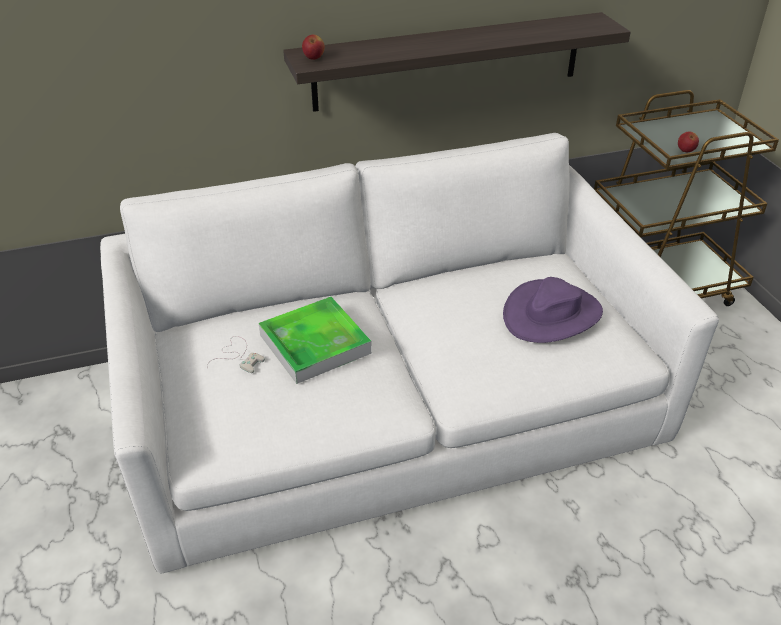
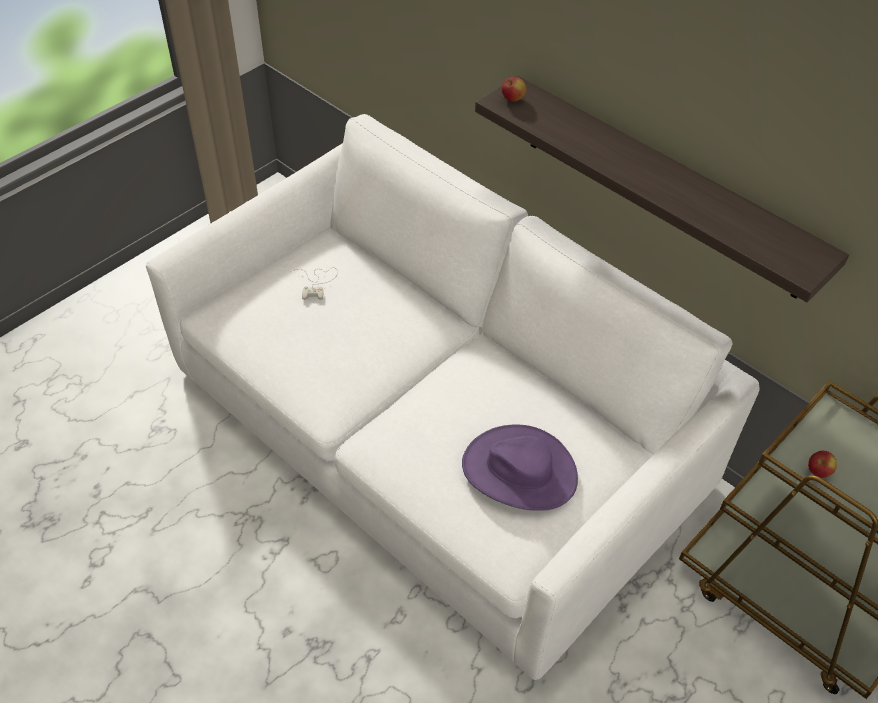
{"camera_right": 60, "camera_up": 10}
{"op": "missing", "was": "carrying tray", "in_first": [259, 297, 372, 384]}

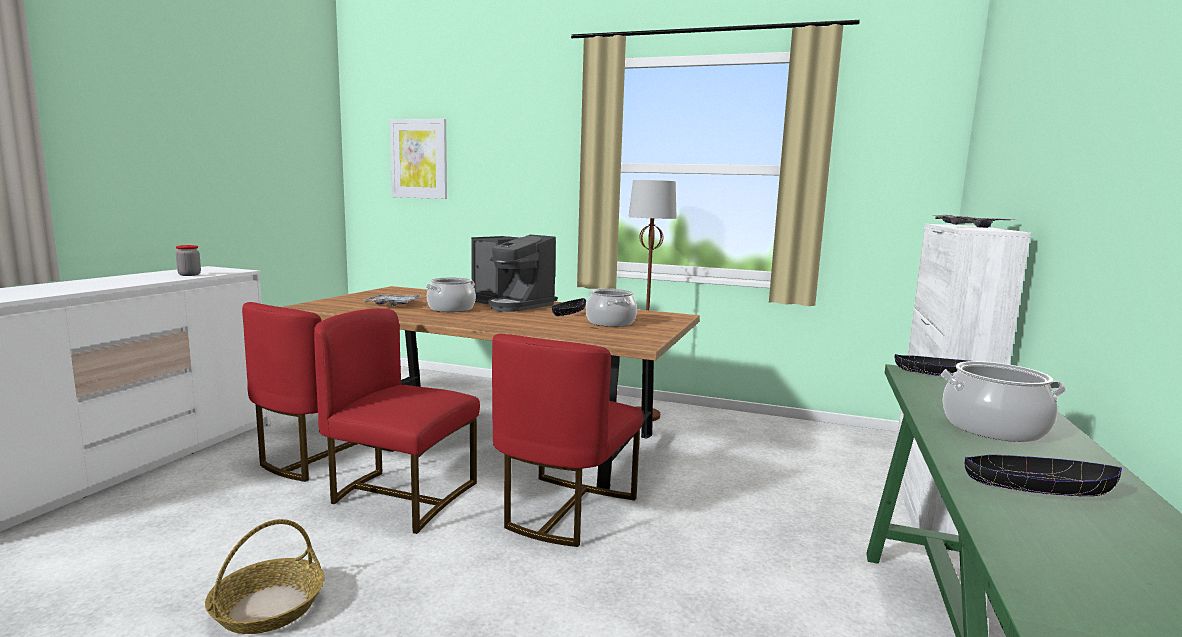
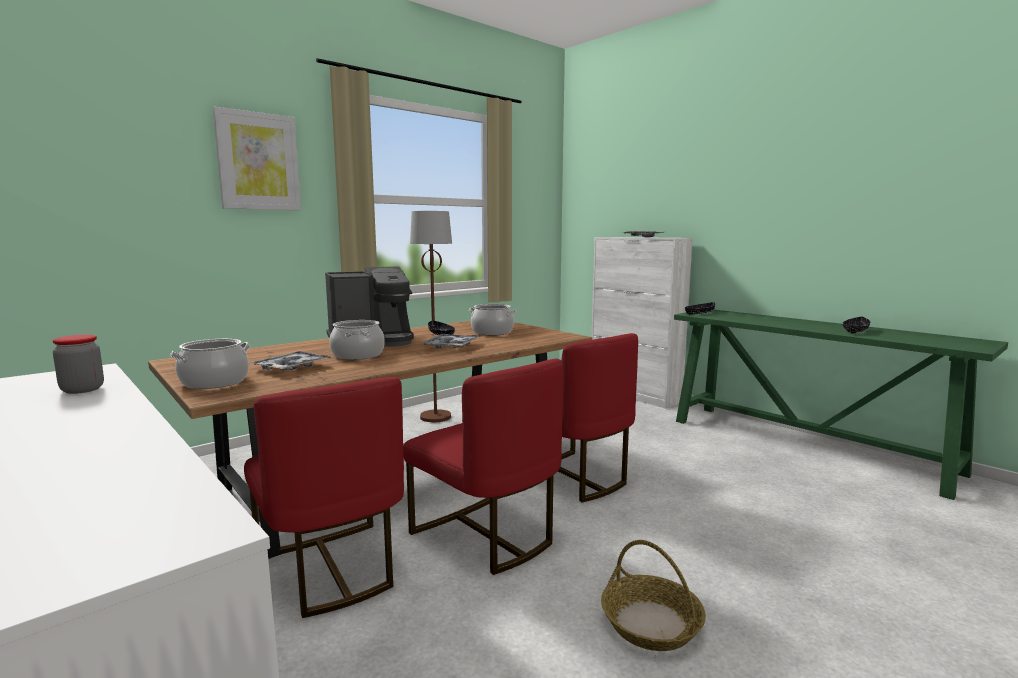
{"camera_right": -60, "camera_up": 0}
{"op": "appeared", "now": "carrying tray", "in_second": [422, 334, 480, 348]}
{"op": "relocated", "was": "wall art", "in_first": [390, 119, 447, 199], "in_second": [213, 106, 301, 210]}
{"op": "relocated", "was": "stockpot", "in_first": [940, 361, 1066, 442], "in_second": [170, 339, 250, 389]}
{"op": "spun", "was": "red chair", "in_first": [314, 308, 480, 534], "in_second": [403, 358, 563, 575], "clockwise": -90}

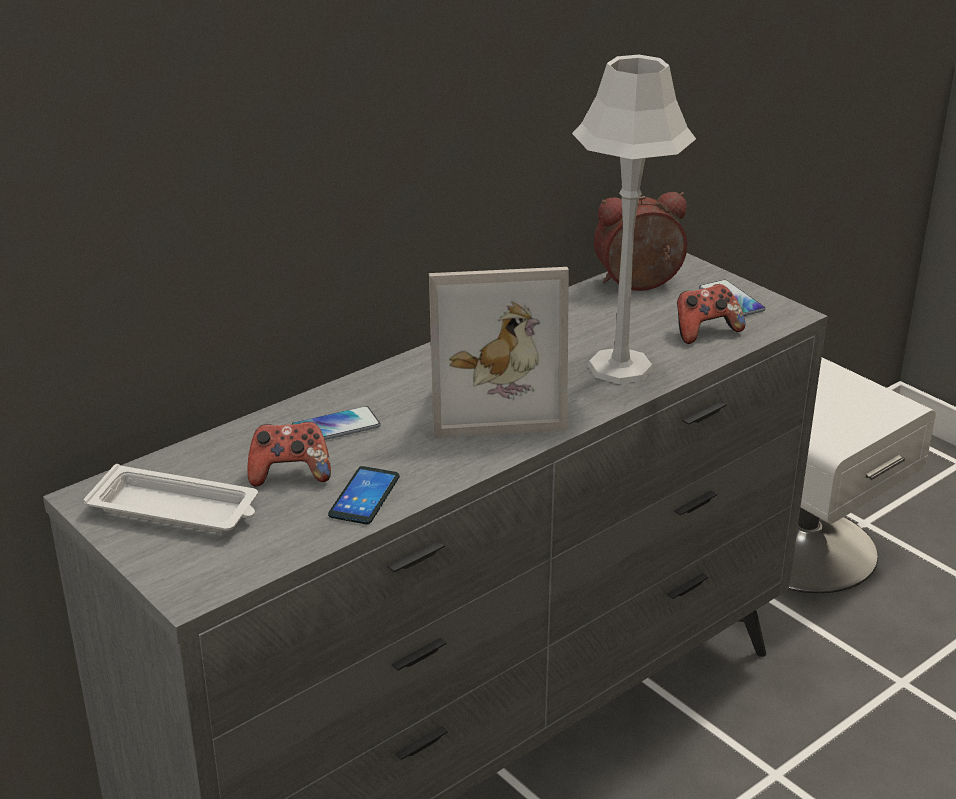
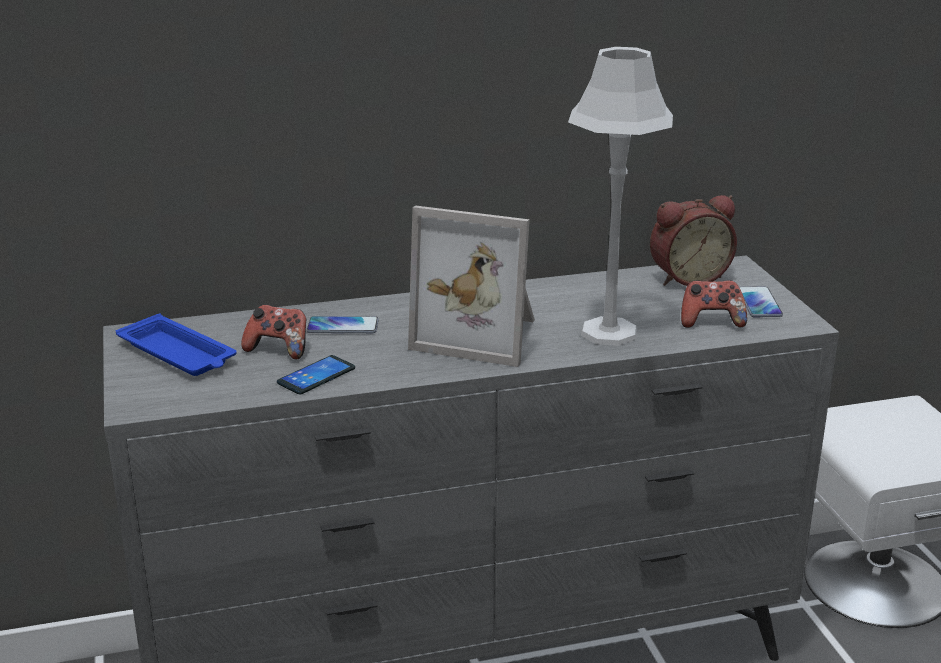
{"camera_right": 25, "camera_up": -5}
{"op": "colour", "was": "whitish carrying tray", "now": "bluish carrying tray", "in_first": [83, 464, 258, 533], "in_second": [116, 314, 237, 376]}
{"op": "spun", "was": "table clock", "in_first": [594, 192, 688, 291], "in_second": [650, 195, 737, 286], "clockwise": 150}

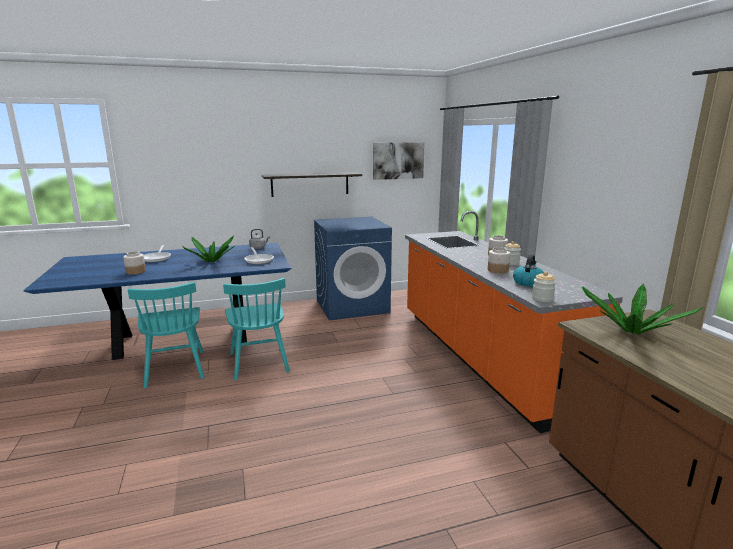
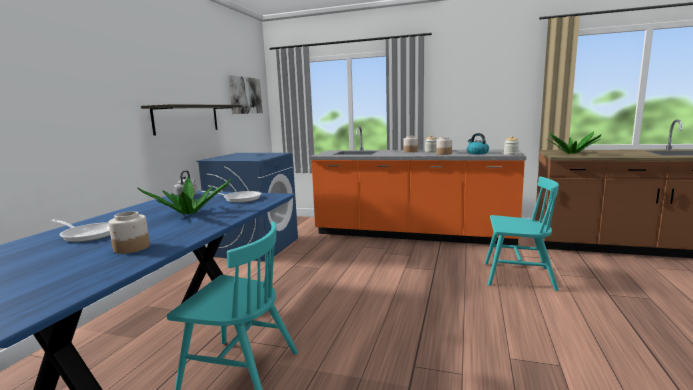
{"camera_right": -55, "camera_up": -5}
{"op": "relocated", "was": "blue-green chair", "in_first": [223, 278, 290, 380], "in_second": [485, 177, 559, 291]}

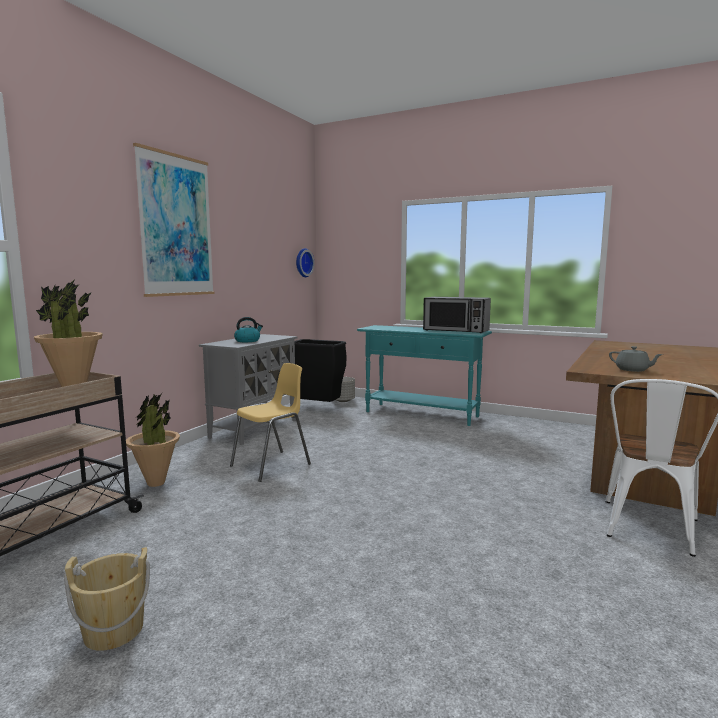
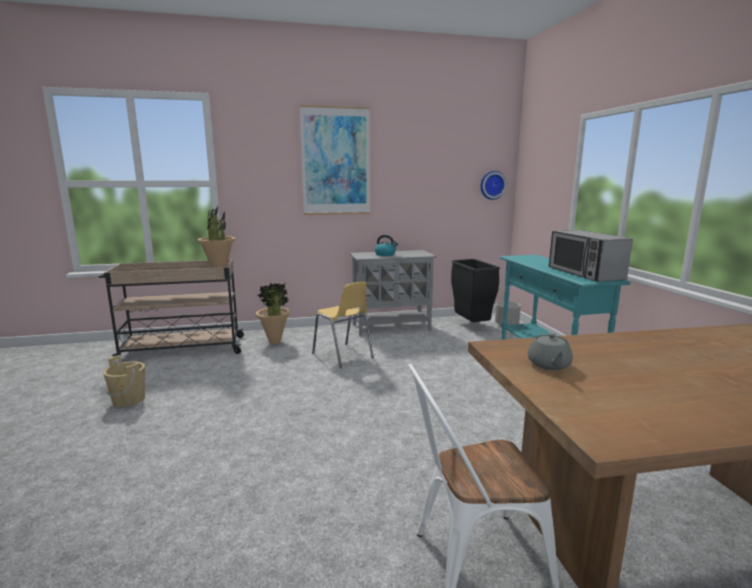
{"camera_right": 50, "camera_up": 5}
{"op": "spun", "was": "yellowish chair", "in_first": [230, 363, 311, 482], "in_second": [312, 282, 374, 368], "clockwise": 45}

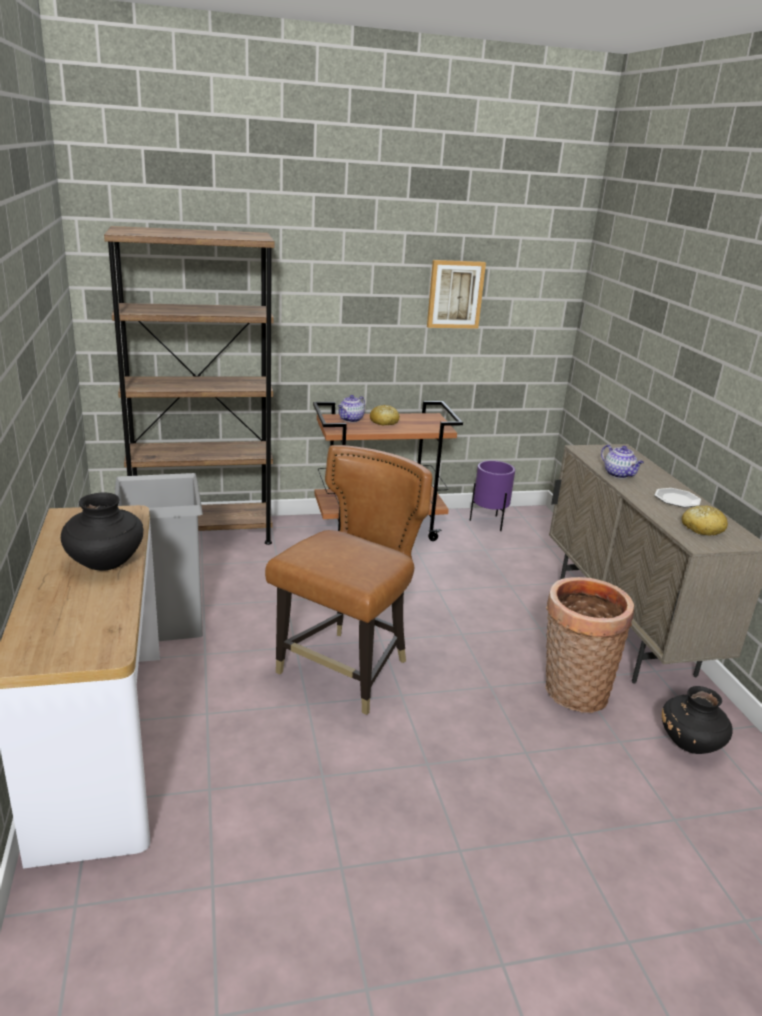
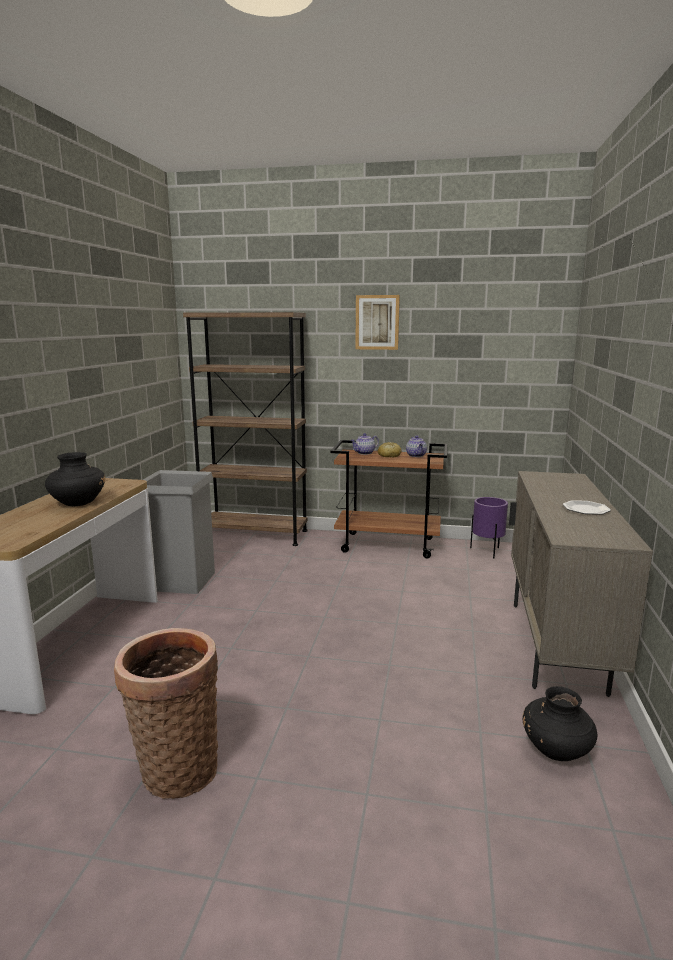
{"camera_right": 25, "camera_up": -10}
{"op": "missing", "was": "brownish chair", "in_first": [265, 445, 432, 715]}
{"op": "missing", "was": "baked bread", "in_first": [682, 505, 728, 535]}
{"op": "relocated", "was": "wall art", "in_first": [427, 260, 486, 329], "in_second": [355, 295, 400, 350]}
{"op": "relocated", "was": "household basket", "in_first": [545, 577, 634, 713], "in_second": [114, 628, 218, 799]}
{"op": "relocated", "was": "pot for tea", "in_first": [601, 445, 644, 478], "in_second": [406, 436, 427, 457]}

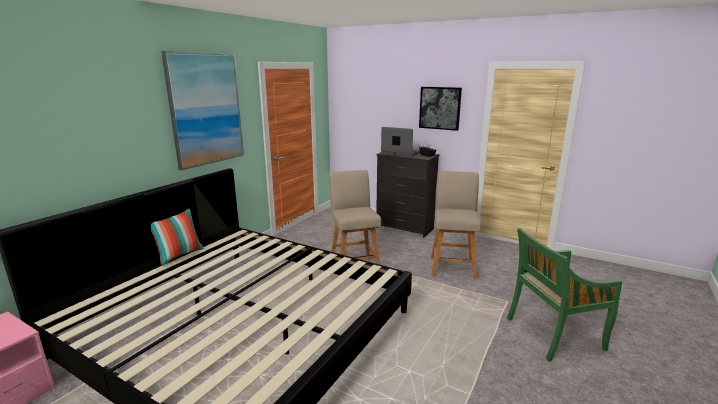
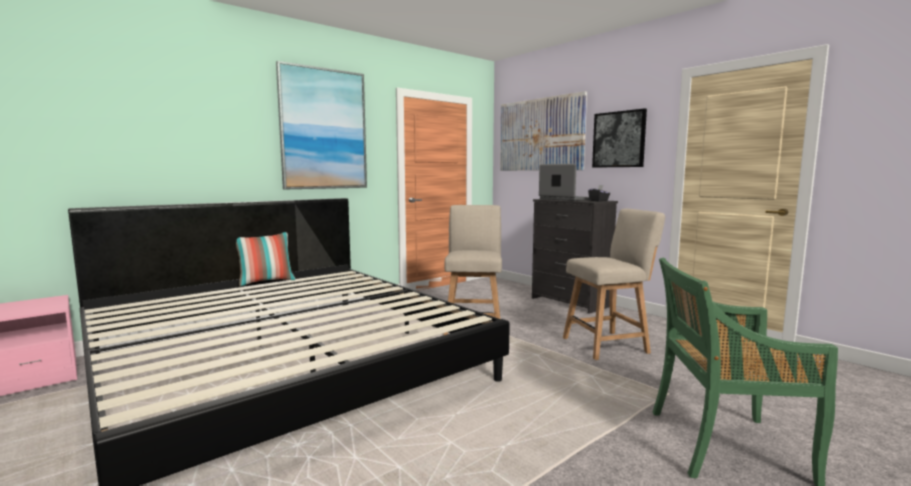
{"camera_right": 20, "camera_up": -10}
{"op": "appeared", "now": "wall art", "in_second": [500, 91, 587, 171]}
{"op": "spun", "was": "sand-coloured chair", "in_first": [431, 171, 481, 279], "in_second": [563, 209, 665, 360], "clockwise": 45}

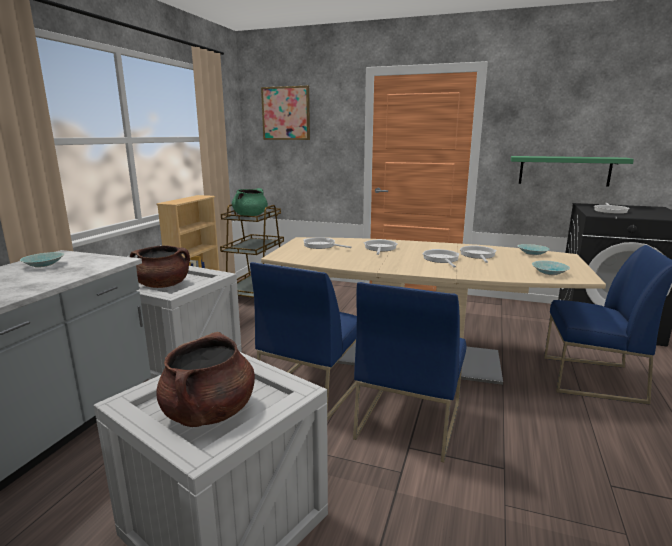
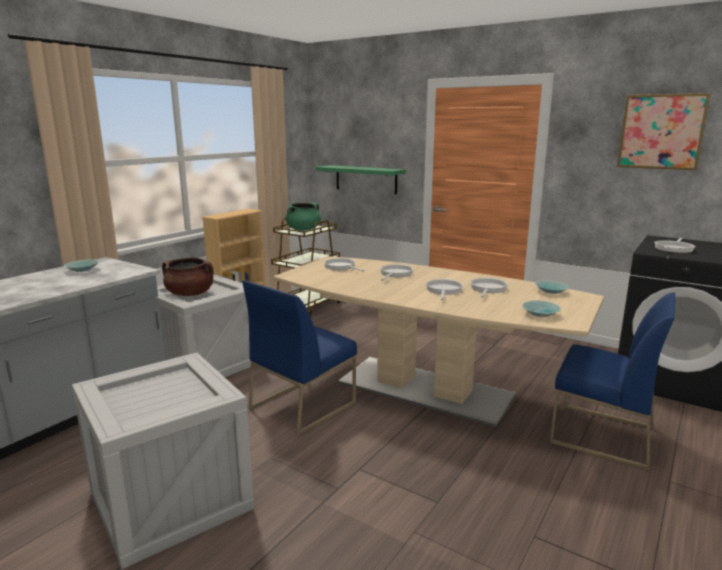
{"camera_right": 15, "camera_up": 0}
{"op": "missing", "was": "brownish stockpot", "in_first": [156, 332, 255, 427]}
{"op": "missing", "was": "bluish chair", "in_first": [353, 282, 466, 463]}
{"op": "relocated", "was": "wall art", "in_first": [261, 86, 310, 140], "in_second": [617, 93, 711, 170]}
{"op": "relocated", "was": "greenish wall shelf", "in_first": [511, 156, 634, 186], "in_second": [316, 165, 406, 194]}

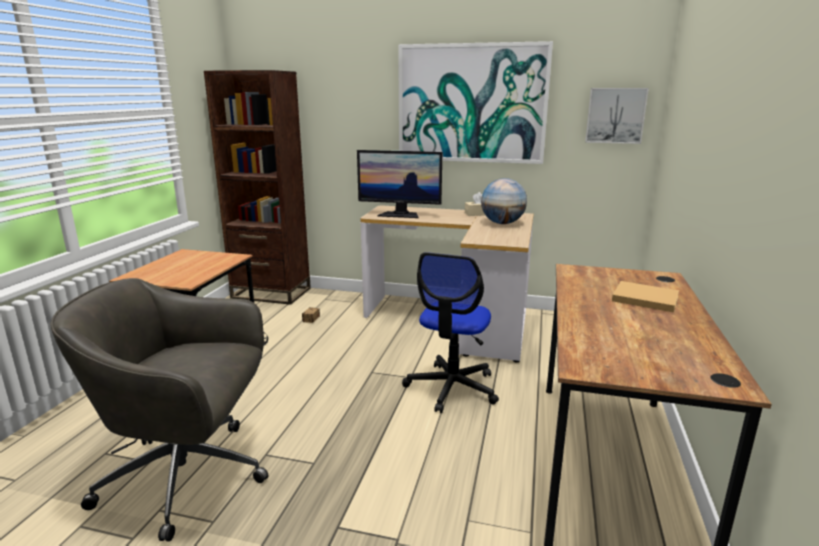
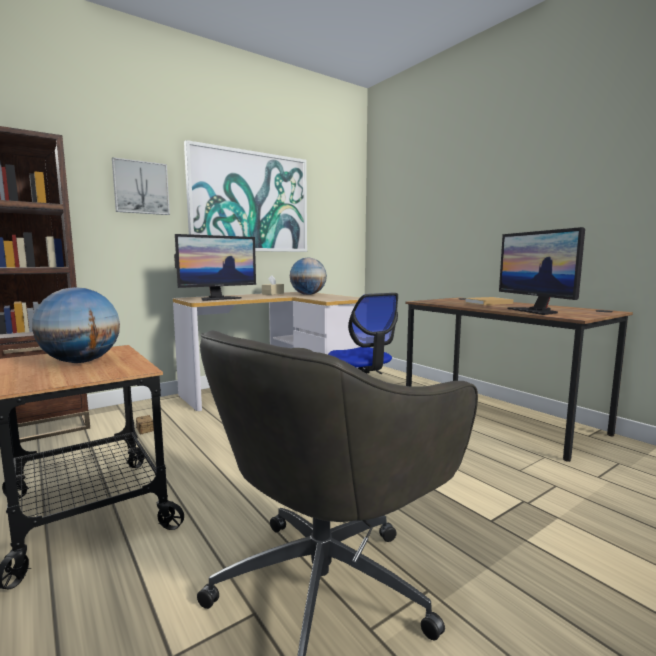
{"camera_right": -50, "camera_up": -10}
{"op": "appeared", "now": "globe", "in_second": [32, 287, 120, 363]}
{"op": "appeared", "now": "computer display", "in_second": [499, 227, 585, 315]}
{"op": "relocated", "was": "wall art", "in_first": [585, 88, 649, 144], "in_second": [112, 157, 170, 215]}

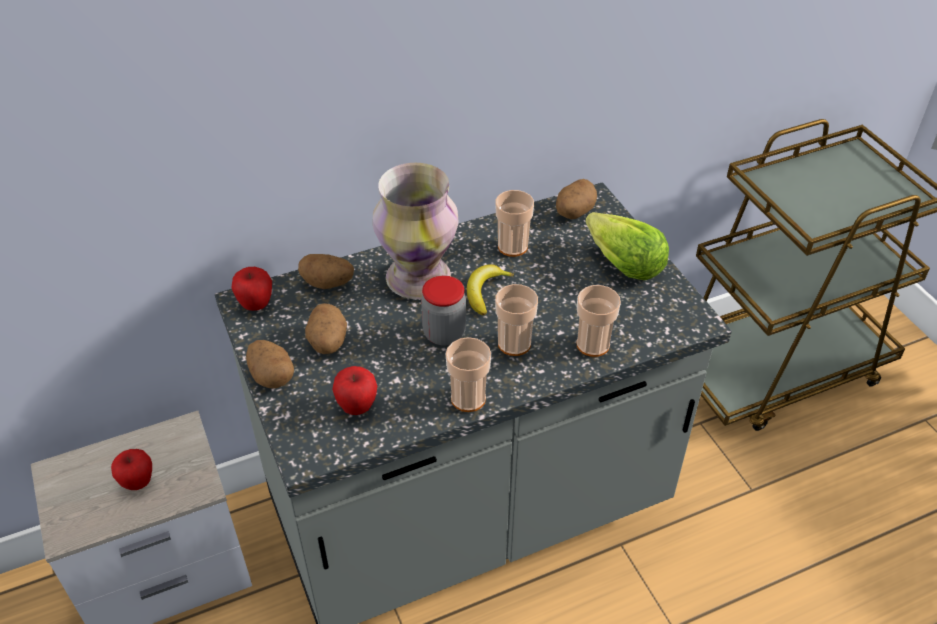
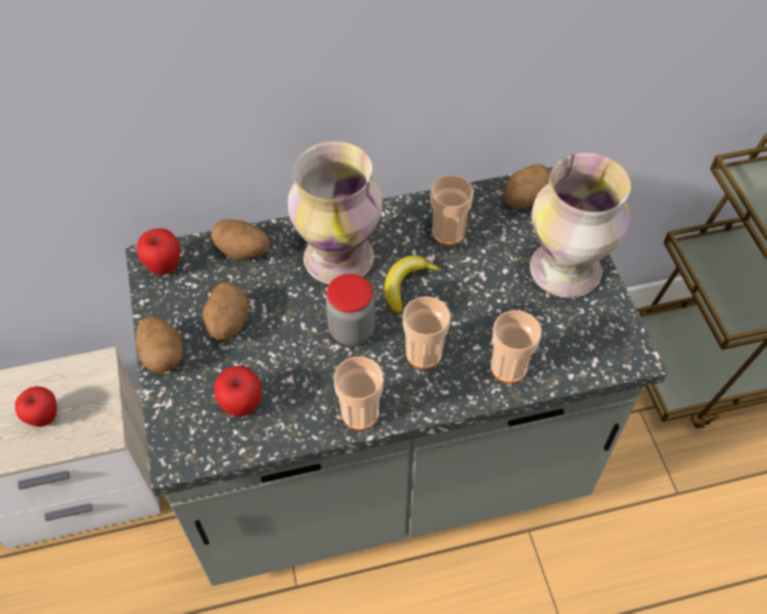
{"camera_right": 10, "camera_up": 10}
{"op": "exchanged", "was": "lettuce", "now": "vase", "in_first": [585, 212, 669, 280], "in_second": [530, 153, 631, 298]}

